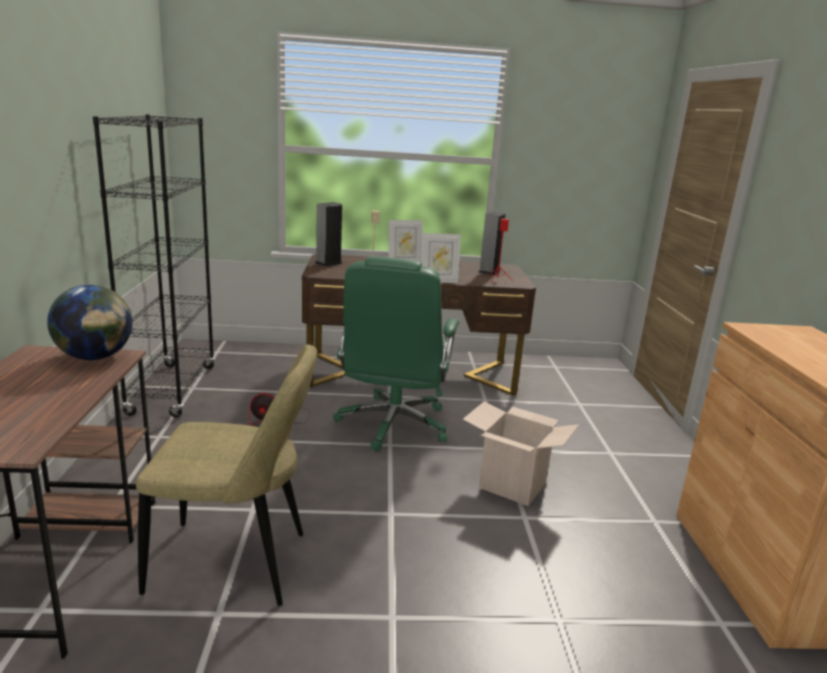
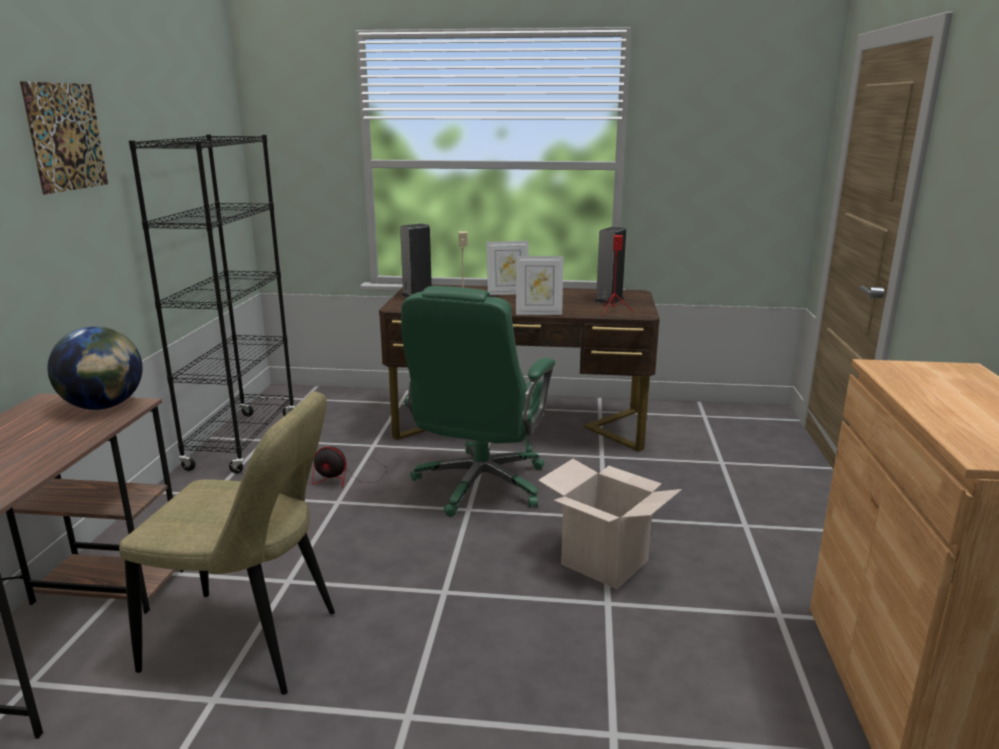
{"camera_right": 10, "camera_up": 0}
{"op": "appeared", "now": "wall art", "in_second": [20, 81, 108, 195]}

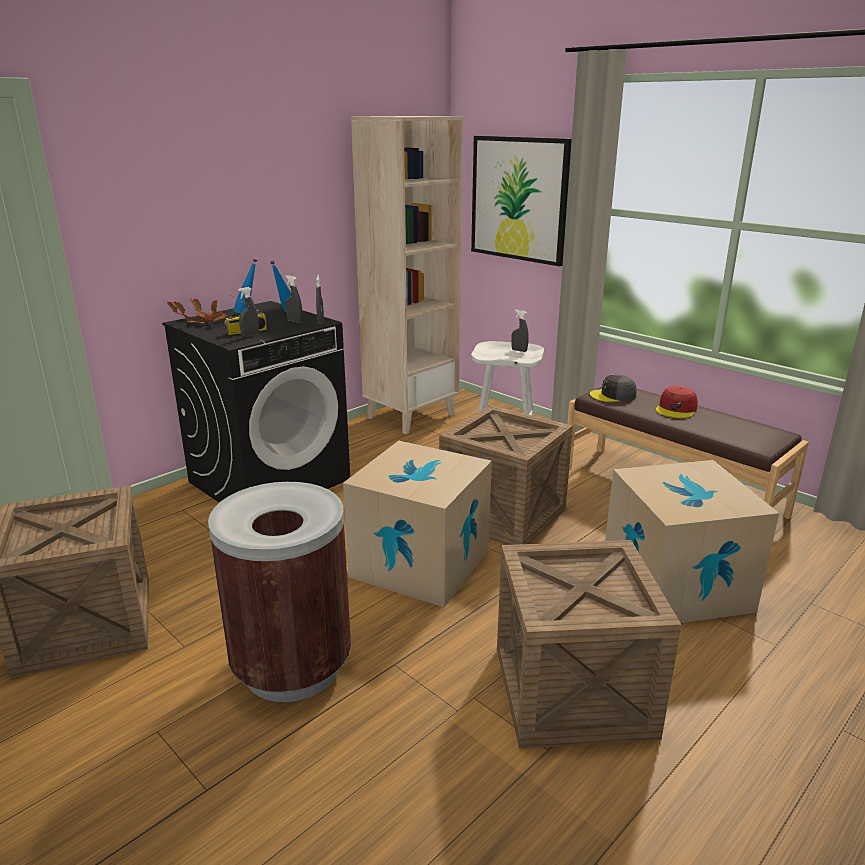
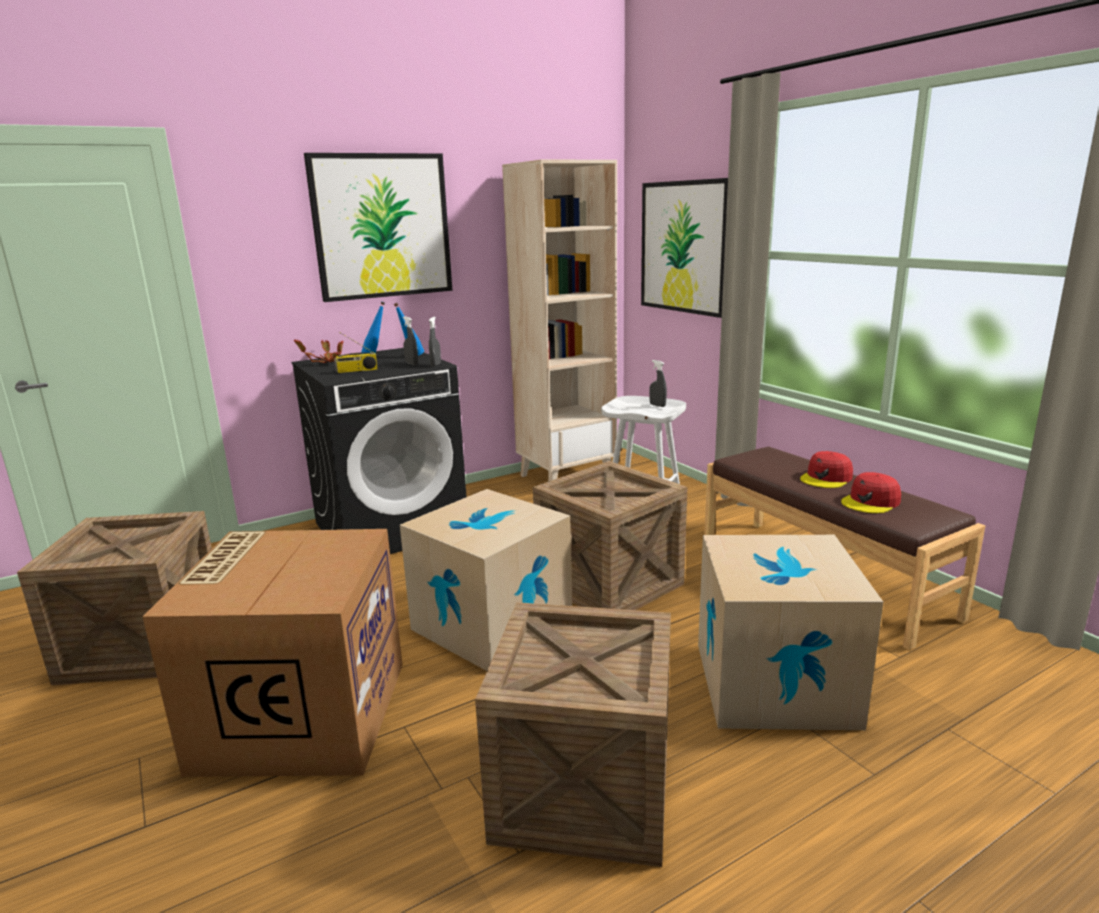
{"camera_right": 15, "camera_up": -5}
{"op": "missing", "was": "gray hand sprayer", "in_first": [238, 287, 259, 337]}
{"op": "missing", "was": "gray cap", "in_first": [590, 374, 637, 402]}
{"op": "appeared", "now": "wall art", "in_second": [304, 153, 452, 302]}
{"op": "appeared", "now": "red cap", "in_second": [841, 472, 901, 513]}
{"op": "exchanged", "was": "brownish waste bin", "now": "cardboard box", "in_first": [208, 482, 351, 702], "in_second": [143, 529, 403, 777]}

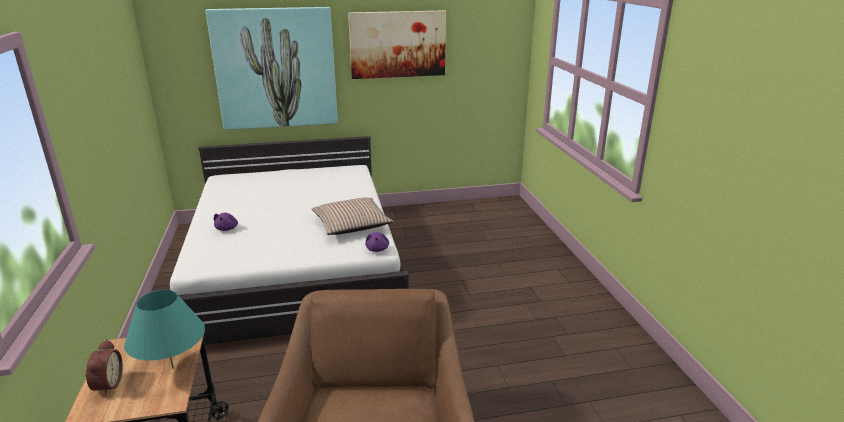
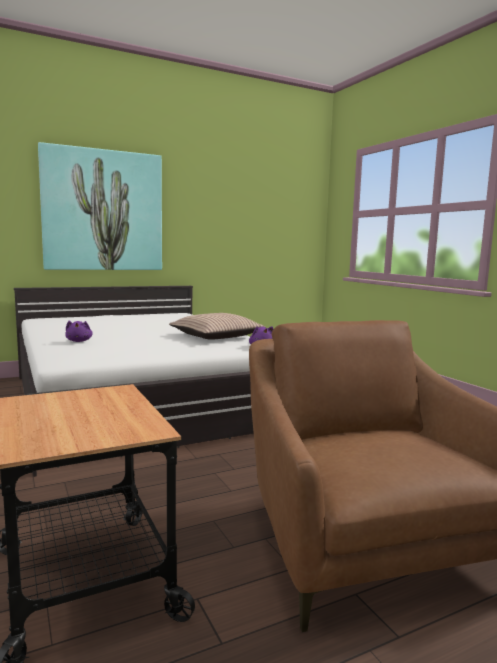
{"camera_right": -15, "camera_up": -15}
{"op": "missing", "was": "table clock", "in_first": [85, 339, 123, 396]}
{"op": "missing", "was": "blue-green table lamp", "in_first": [124, 289, 205, 369]}
{"op": "missing", "was": "wall art", "in_first": [348, 10, 446, 79]}

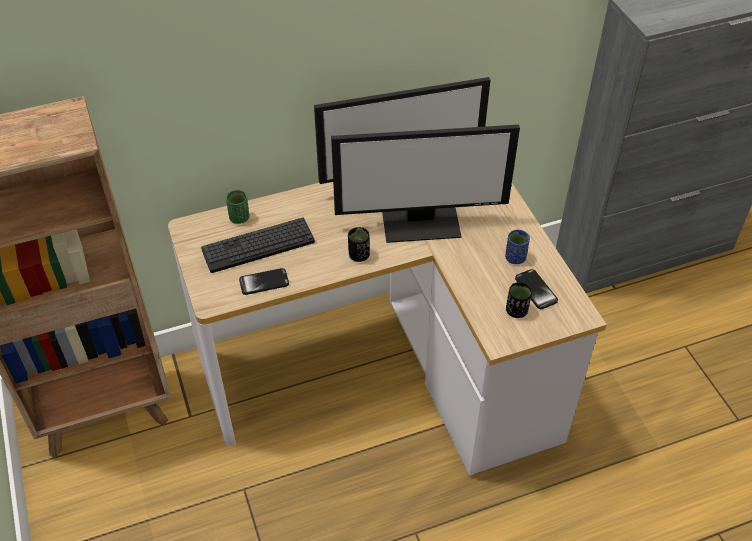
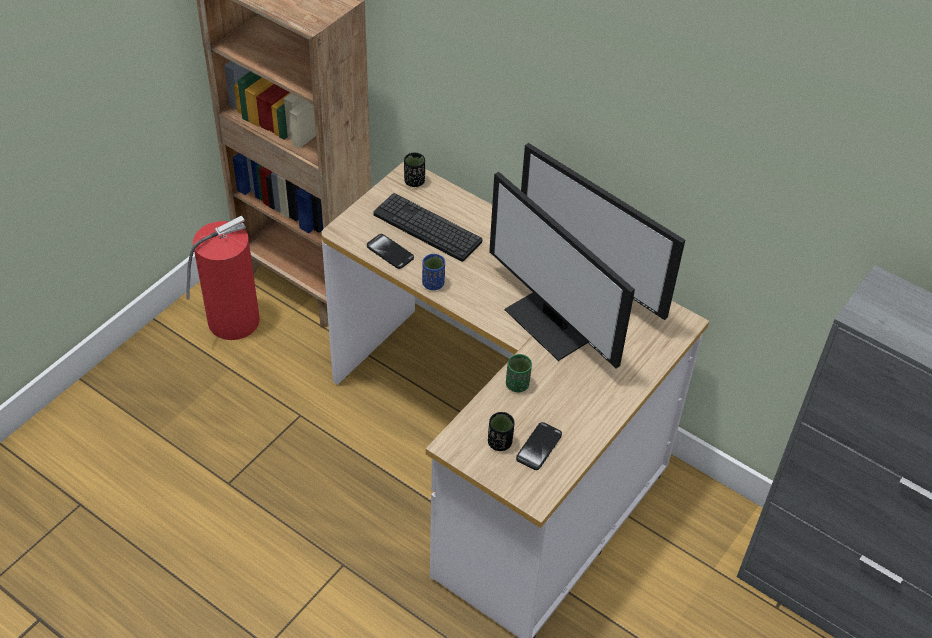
{"camera_right": 55, "camera_up": 0}
{"op": "appeared", "now": "extinguisher", "in_second": [187, 215, 260, 340]}
{"op": "relocated", "was": "greenish drinking cup", "in_first": [226, 190, 249, 224], "in_second": [506, 354, 532, 392]}
{"op": "relocated", "was": "blackish drinking cup", "in_first": [348, 227, 370, 262], "in_second": [404, 153, 425, 187]}
{"op": "relocated", "was": "bluish drinking cup", "in_first": [505, 230, 530, 264], "in_second": [422, 254, 445, 290]}

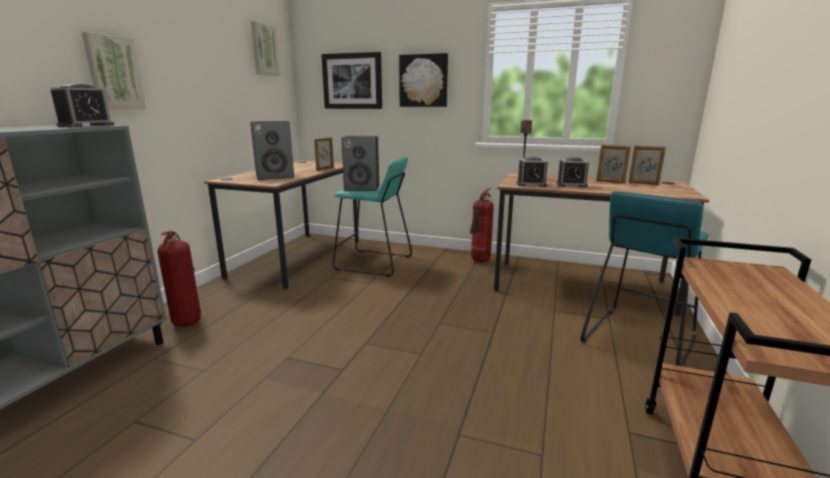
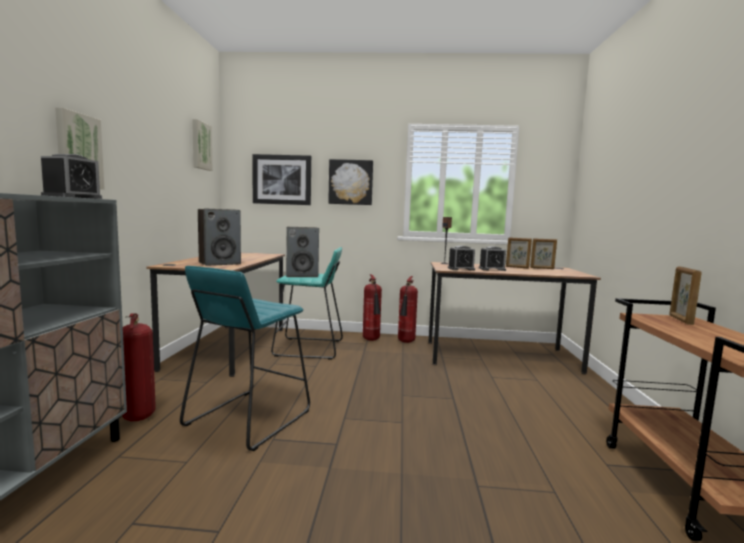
{"camera_right": -15, "camera_up": -10}
{"op": "appeared", "now": "extinguisher", "in_second": [363, 274, 382, 341]}
{"op": "relocated", "was": "standing frame", "in_first": [314, 138, 334, 171], "in_second": [669, 266, 702, 325]}
{"op": "relocated", "was": "blue-green stool", "in_first": [581, 191, 709, 367], "in_second": [180, 266, 310, 451]}

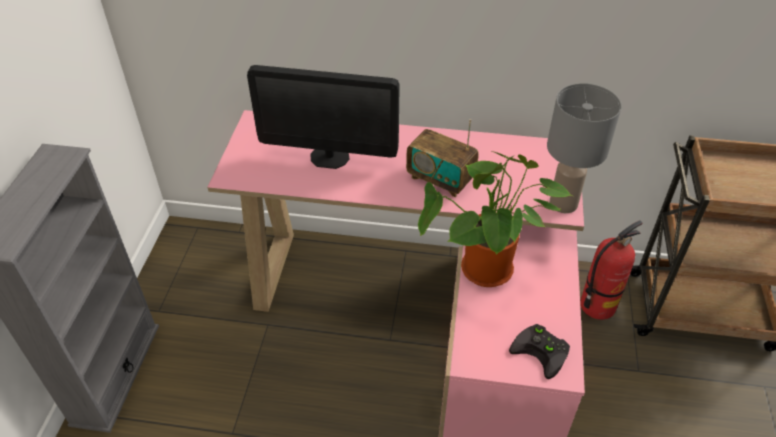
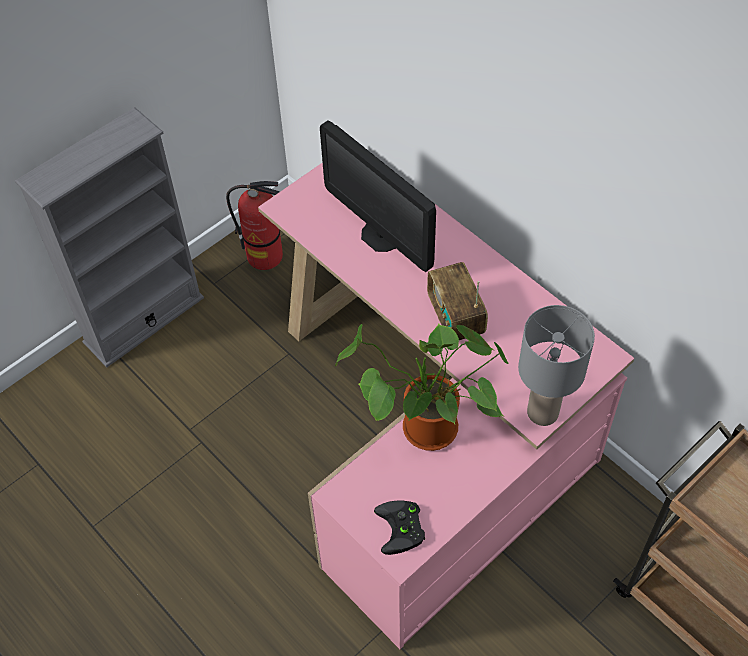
{"camera_right": 40, "camera_up": 10}
{"op": "relocated", "was": "extinguisher", "in_first": [580, 220, 643, 320], "in_second": [226, 181, 283, 270]}

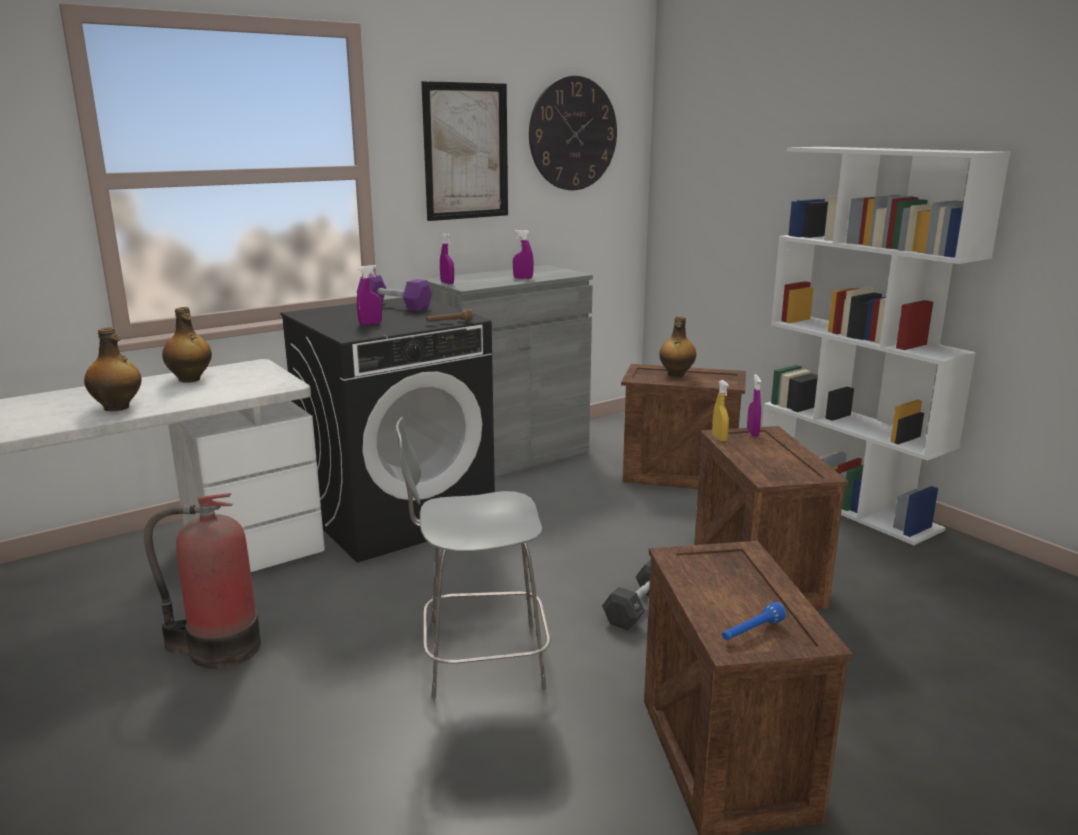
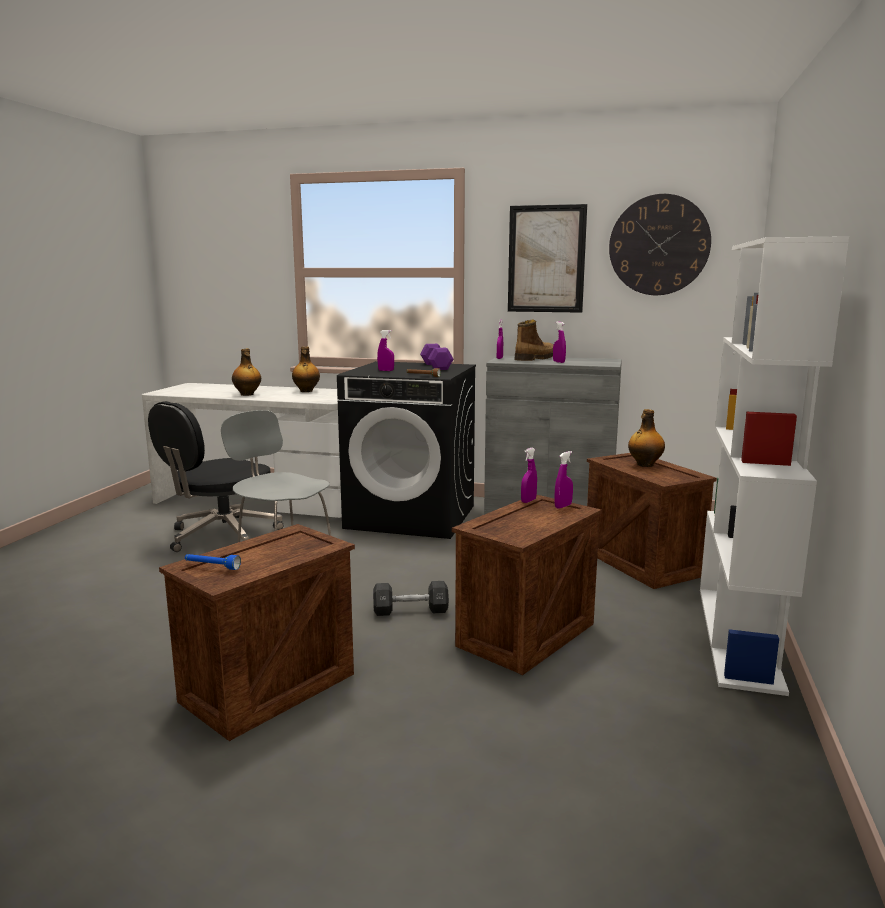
{"camera_right": 50, "camera_up": -5}
{"op": "appeared", "now": "tall boot", "in_second": [515, 320, 553, 361]}
{"op": "exchanged", "was": "extinguisher", "now": "blackish office chair", "in_first": [144, 493, 261, 669], "in_second": [148, 401, 283, 552]}
{"op": "colour", "was": "yellowish hand sprayer", "now": "purplish hand sprayer", "in_first": [712, 380, 729, 442], "in_second": [521, 448, 537, 503]}

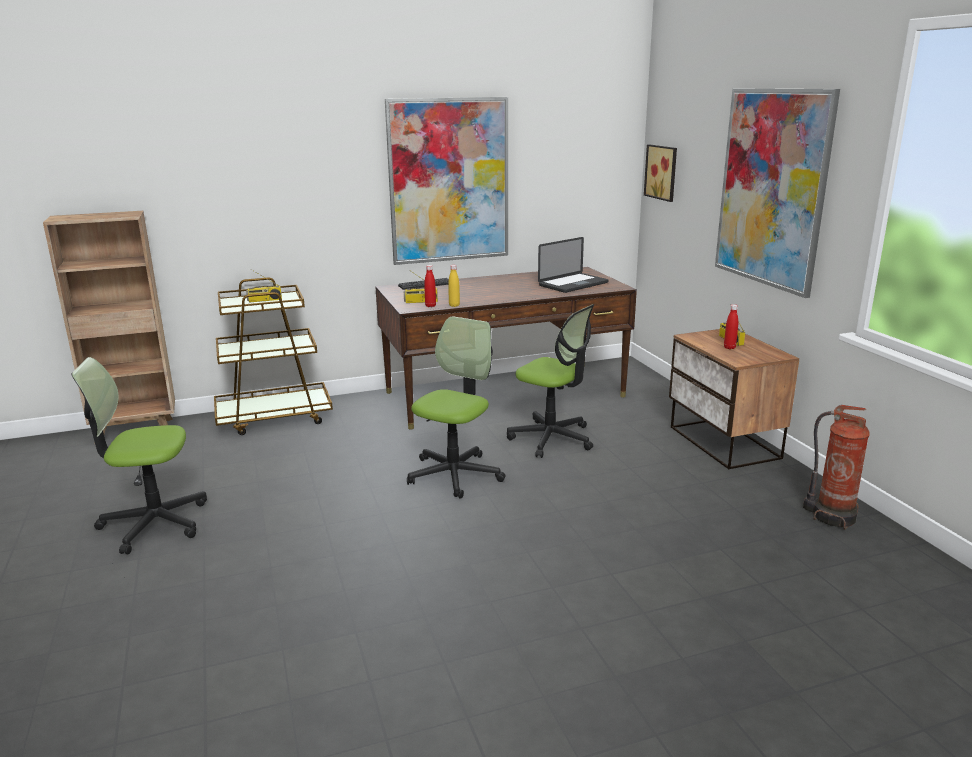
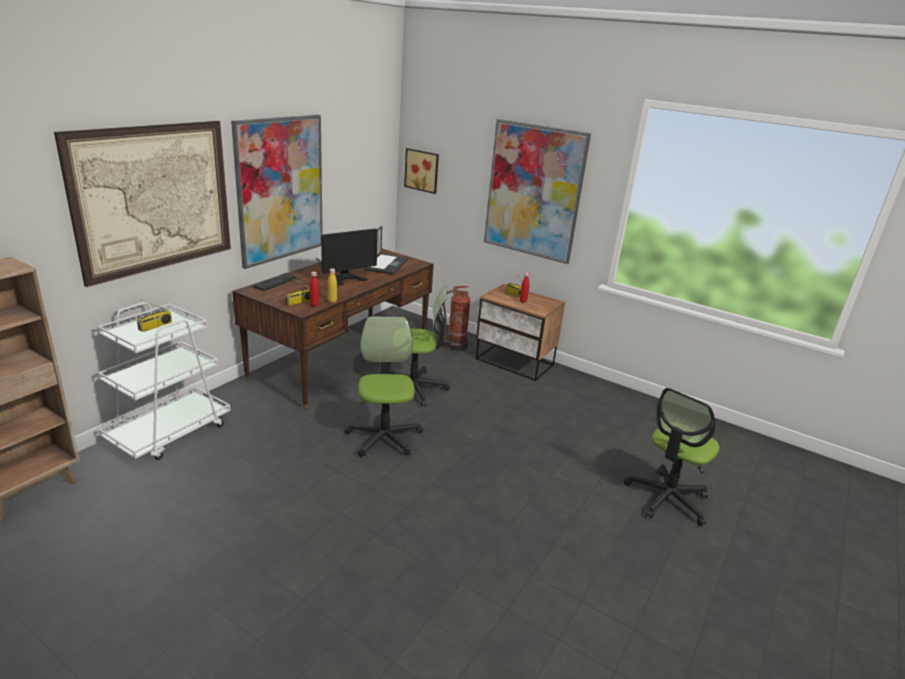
{"camera_right": -40, "camera_up": 5}
{"op": "appeared", "now": "wall art", "in_second": [54, 121, 231, 287]}
{"op": "appeared", "now": "computer display", "in_second": [316, 229, 378, 285]}
{"op": "relocated", "was": "office chair", "in_first": [72, 357, 207, 554], "in_second": [624, 388, 720, 526]}
{"op": "relocated", "was": "extinguisher", "in_first": [803, 405, 870, 530], "in_second": [442, 286, 471, 351]}
{"op": "colour", "was": "brownish trolley", "now": "whitish trolley", "in_first": [214, 277, 333, 435], "in_second": [97, 302, 231, 460]}

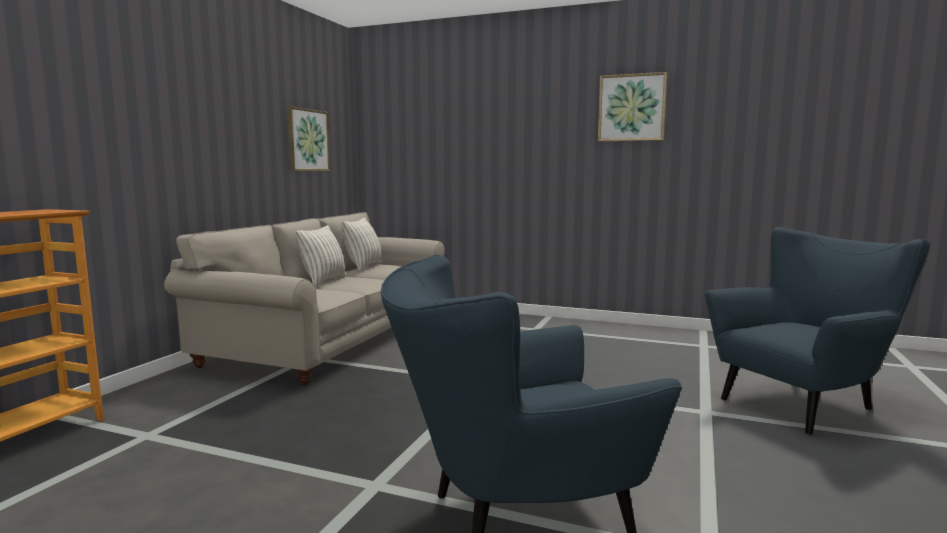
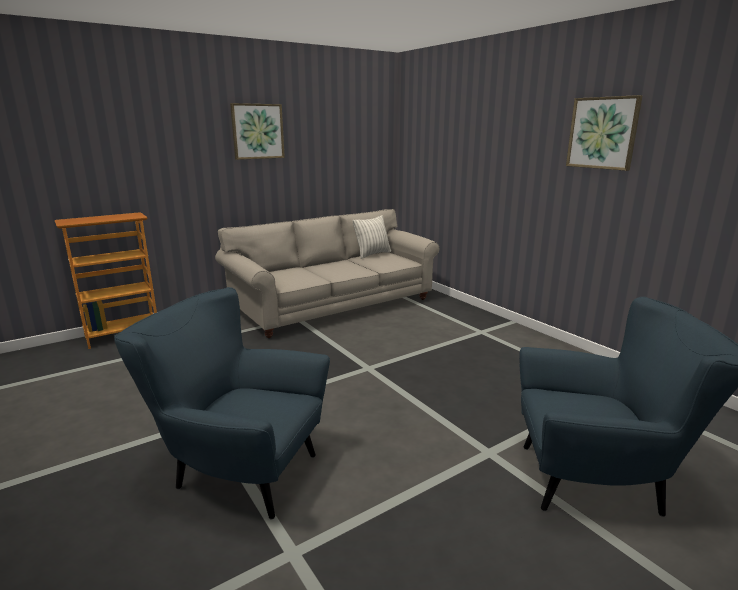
{"camera_right": 35, "camera_up": 10}
{"op": "missing", "was": "pillow", "in_first": [295, 225, 346, 286]}
{"op": "relocated", "was": "wall art", "in_first": [287, 106, 331, 171], "in_second": [230, 103, 285, 160]}

